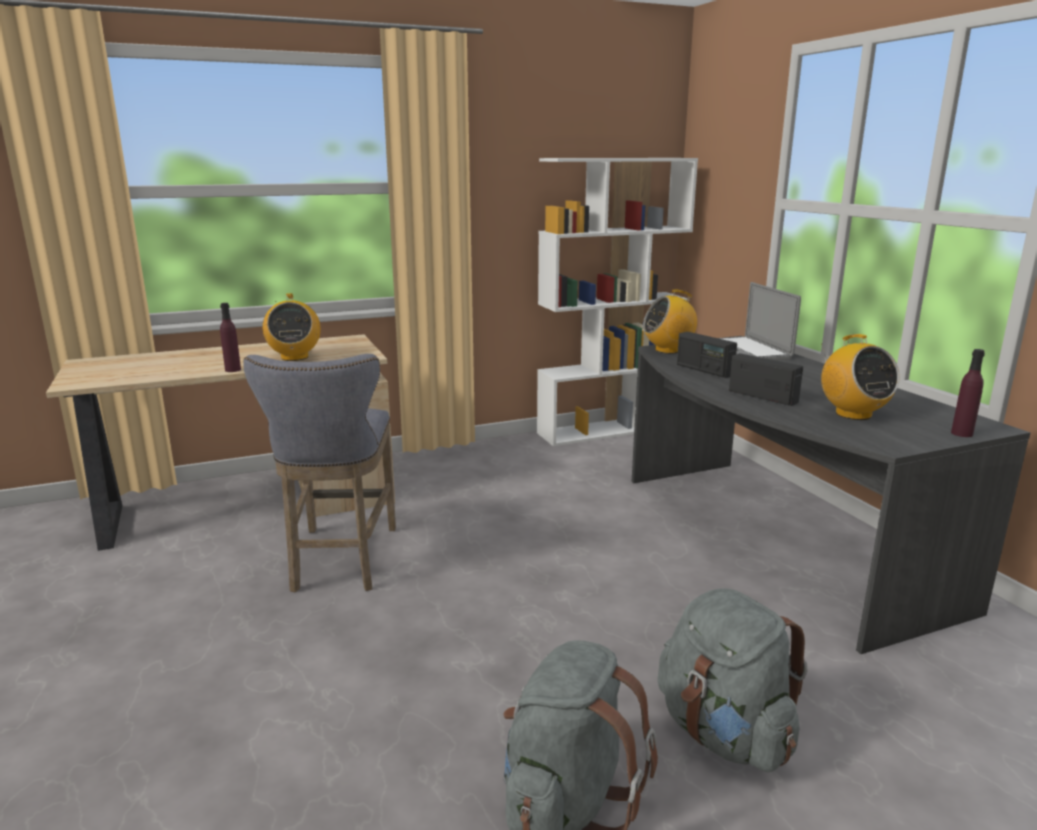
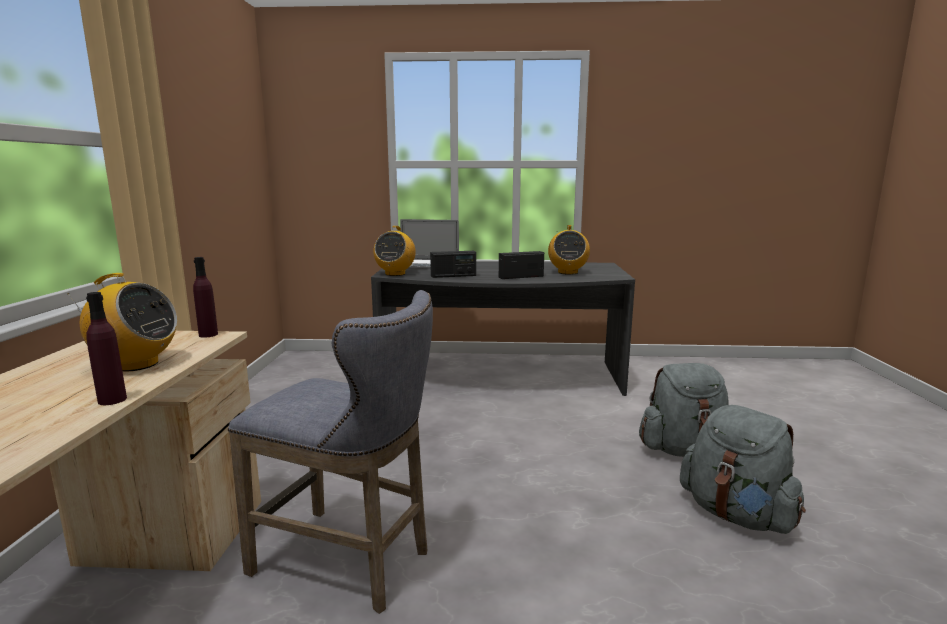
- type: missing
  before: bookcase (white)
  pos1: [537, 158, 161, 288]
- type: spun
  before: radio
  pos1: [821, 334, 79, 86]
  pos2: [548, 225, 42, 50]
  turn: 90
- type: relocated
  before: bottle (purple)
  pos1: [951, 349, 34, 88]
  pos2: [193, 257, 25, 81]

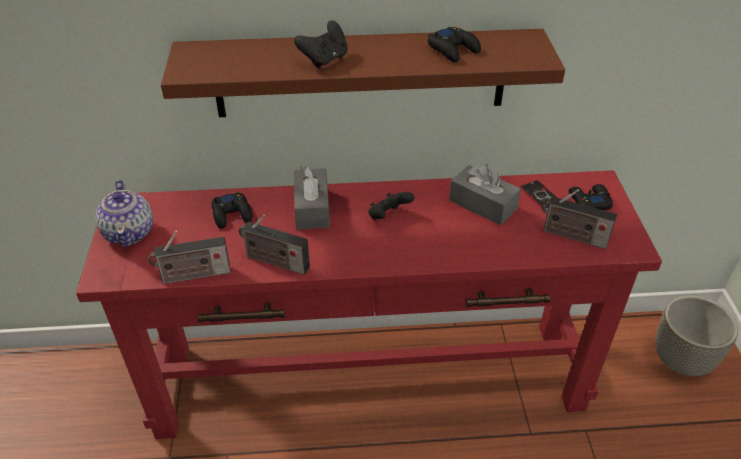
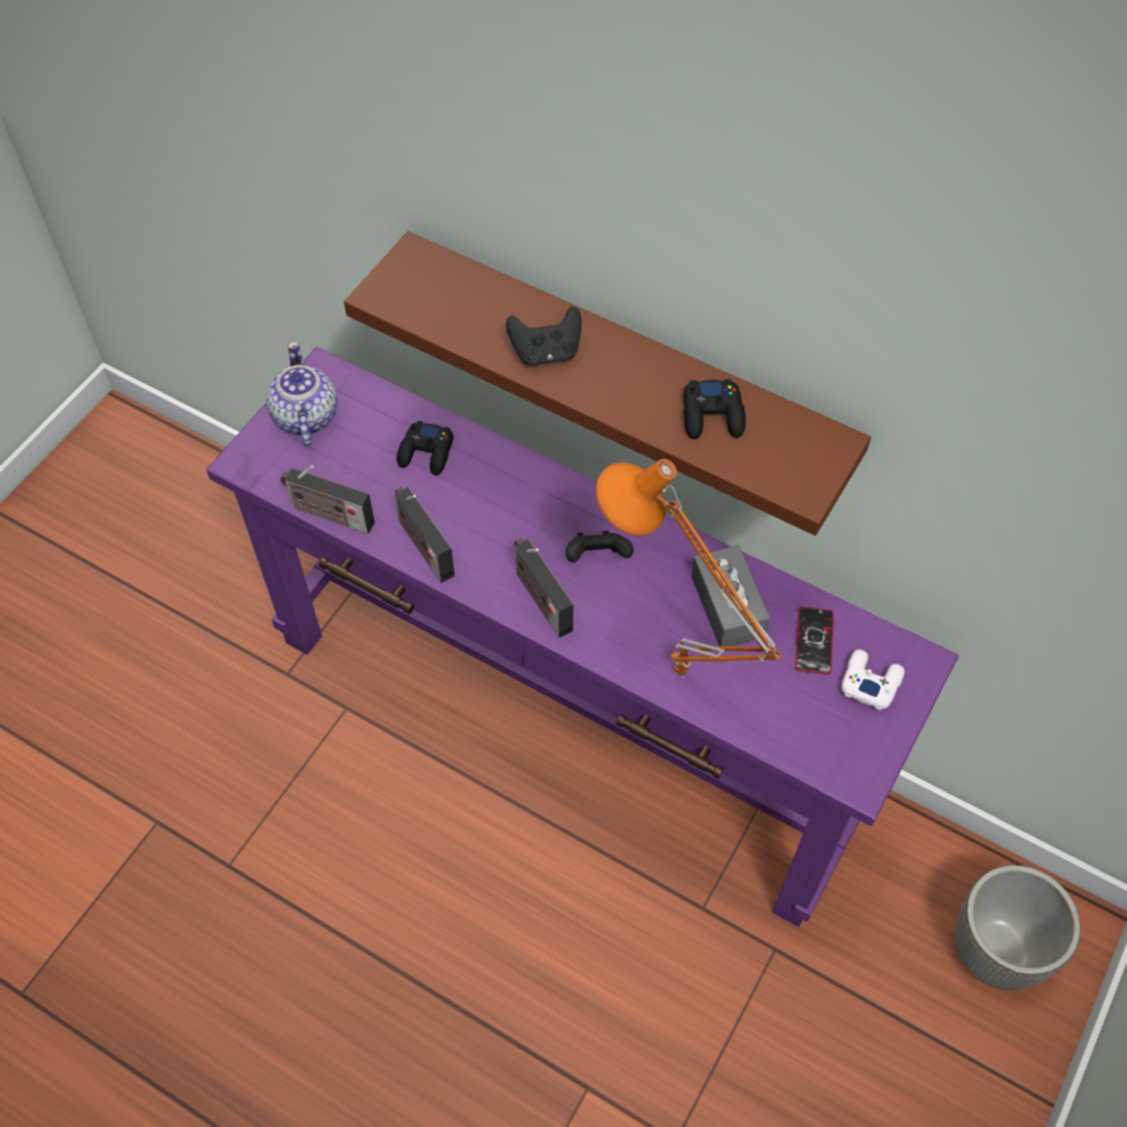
- type: missing
  before: tissue box (grey)
  pos1: [294, 165, 36, 65]
- type: colour
  before: console table (red)
  after: console table (purple)
  pos1: [76, 170, 586, 269]
  pos2: [206, 347, 753, 580]
- type: spun
  before: teapot
  pos1: [95, 180, 58, 67]
  pos2: [266, 341, 71, 106]
  turn: 150
- type: colour
  before: game controller (black)
  after: game controller (white)
  pos1: [568, 184, 45, 26]
  pos2: [841, 649, 64, 62]
- type: relocated
  before: radio
  pos1: [542, 189, 75, 60]
  pos2: [514, 538, 59, 100]
- type: appeared
  after: table lamp (orange)
  pos2: [596, 459, 186, 219]

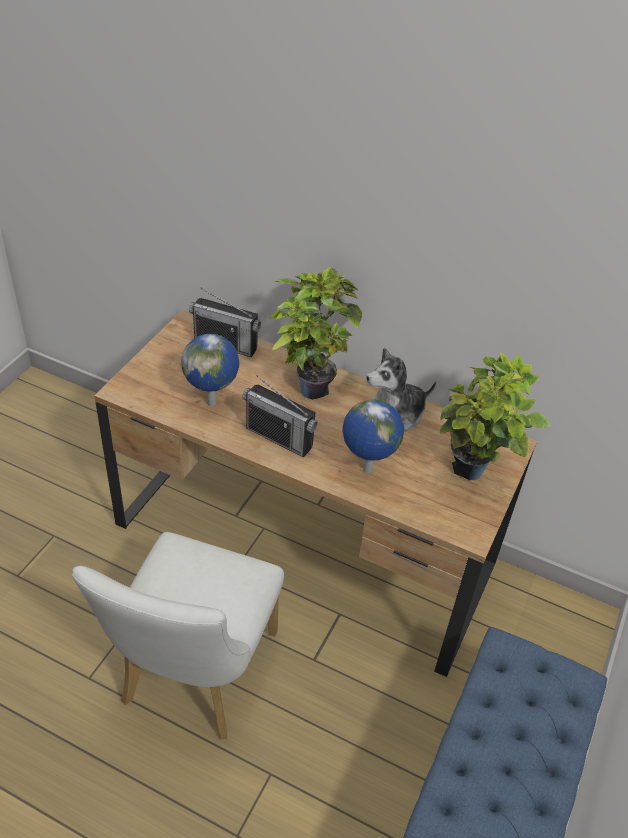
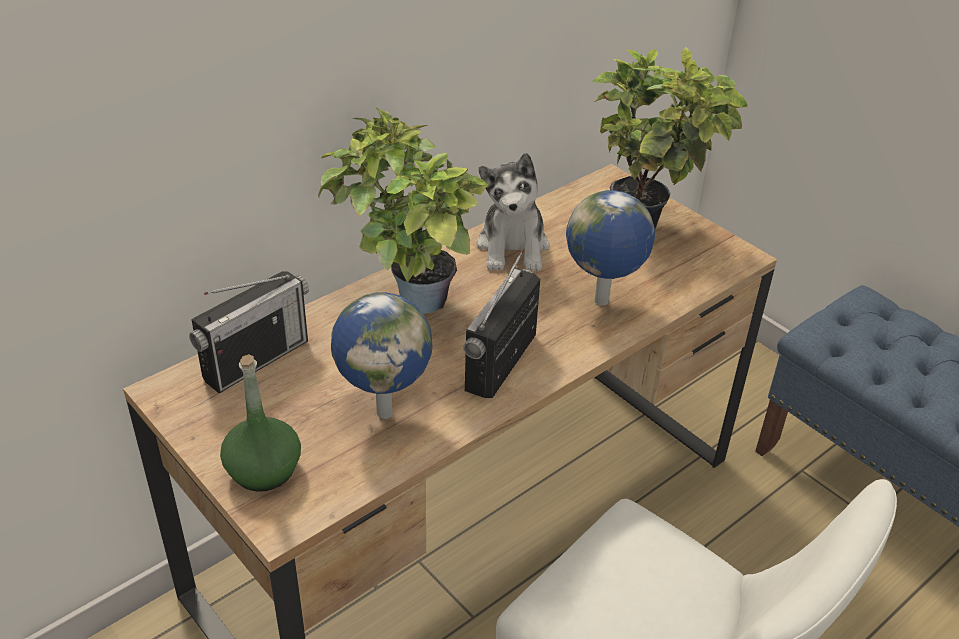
- type: spun
  before: radio
  pos1: [242, 376, 76, 81]
  pos2: [463, 249, 77, 149]
  turn: 150
- type: appeared
  after: bottle (green)
  pos2: [220, 354, 81, 138]

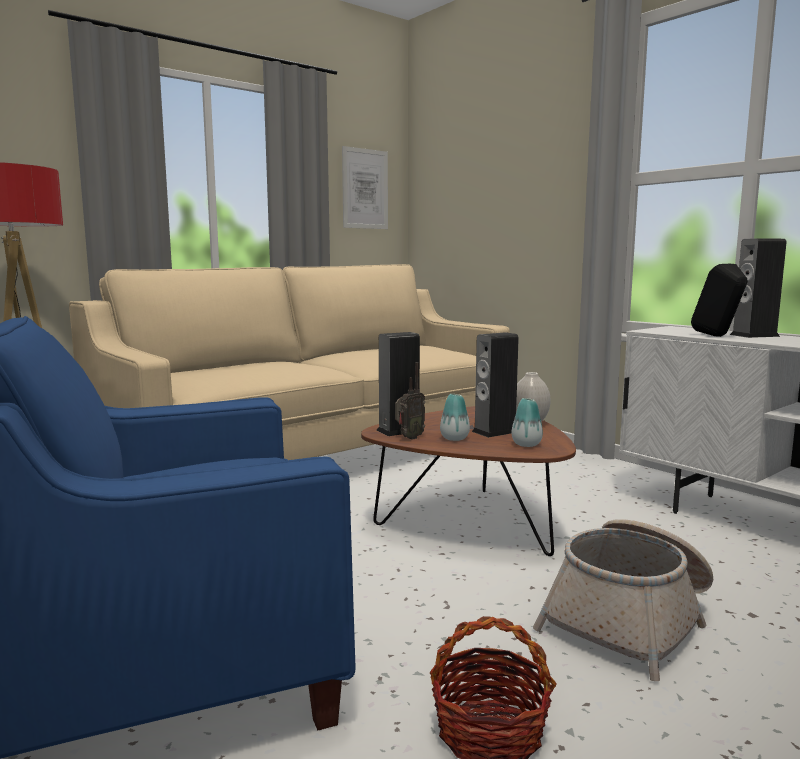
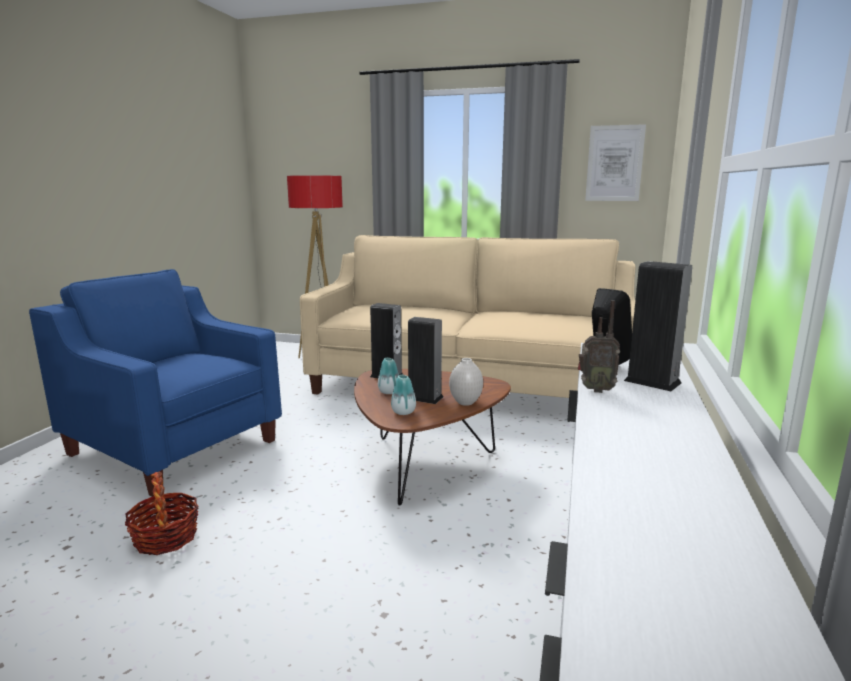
- type: relocated
  before: radio
  pos1: [395, 362, 30, 78]
  pos2: [578, 300, 42, 93]
- type: missing
  before: basket
  pos1: [533, 519, 180, 162]

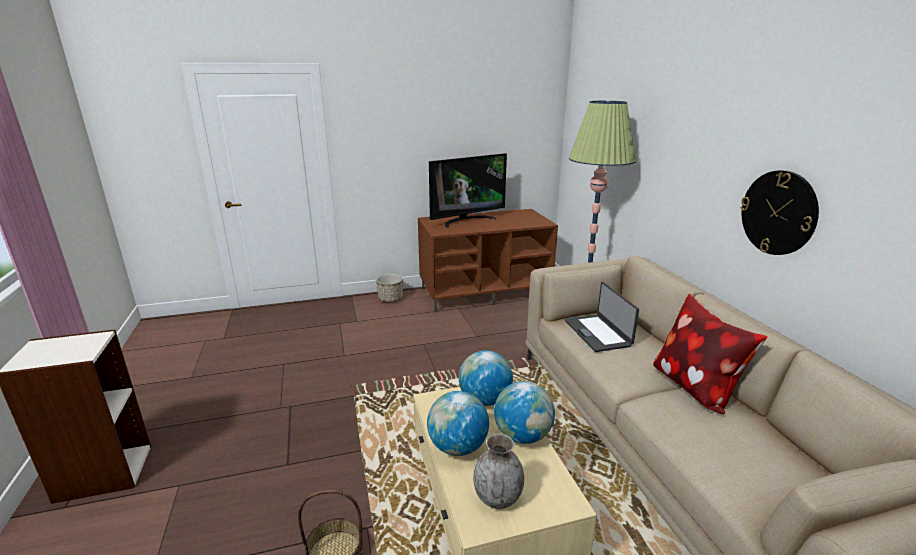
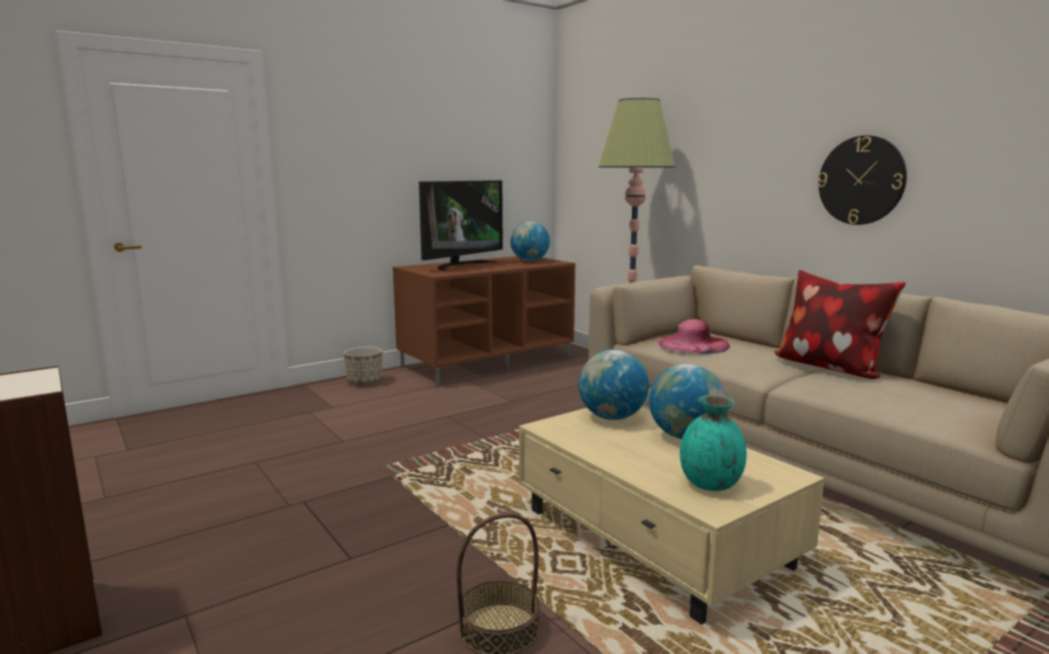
- type: exchanged
  before: laptop
  after: hat (pink)
  pos1: [565, 282, 74, 70]
  pos2: [658, 319, 72, 35]
- type: relocated
  before: globe
  pos1: [427, 391, 62, 65]
  pos2: [511, 221, 39, 40]
- type: colour
  before: vase (grey)
  after: vase (turquoise)
  pos1: [473, 434, 51, 75]
  pos2: [680, 395, 67, 96]

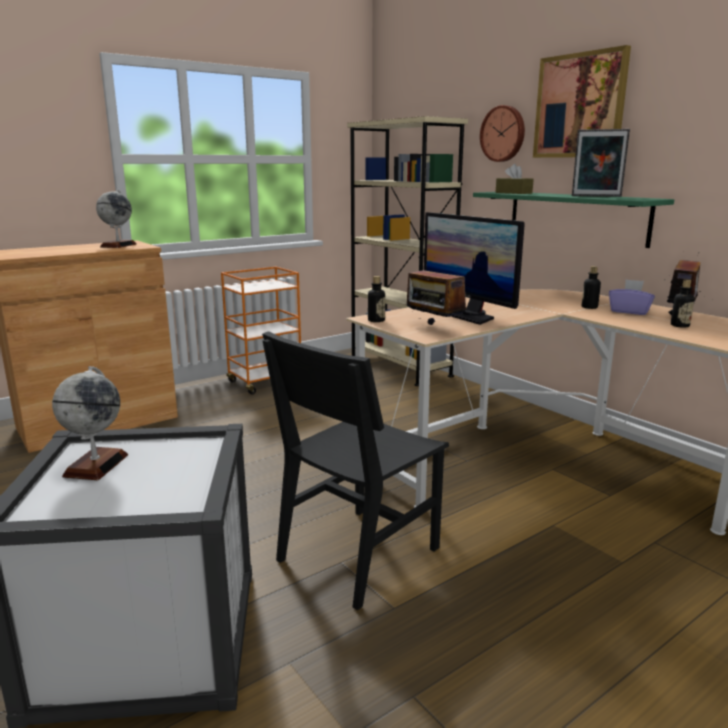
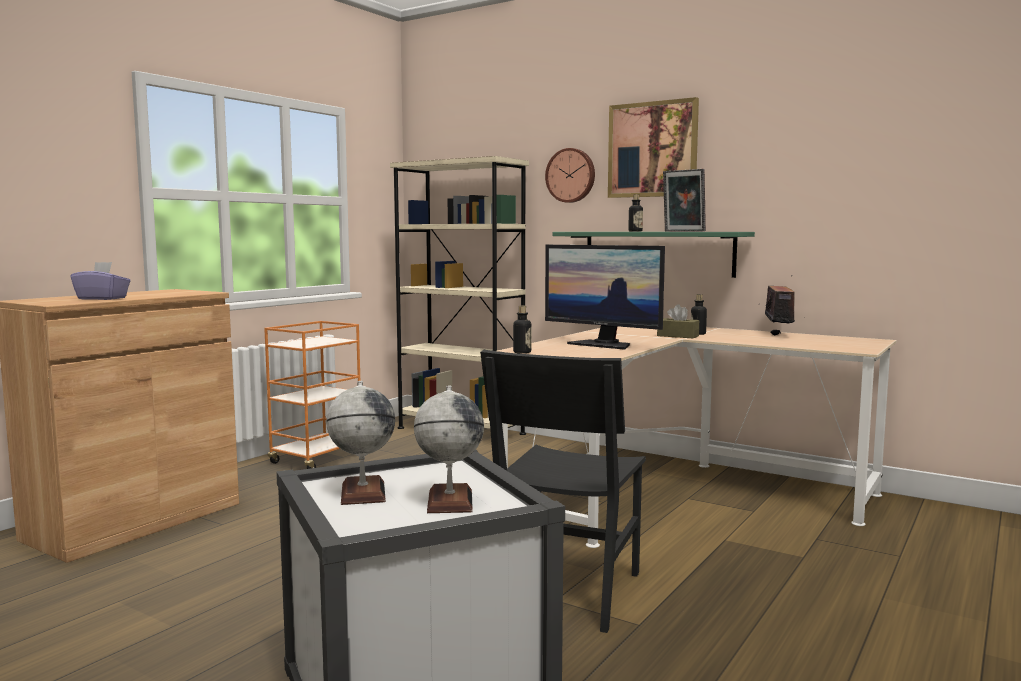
- type: spun
  before: picture frame
  pos1: [572, 129, 58, 68]
  pos2: [663, 169, 43, 62]
  turn: 45
- type: relocated
  before: tissue box (brown)
  pos1: [496, 164, 38, 30]
  pos2: [657, 304, 42, 34]
- type: relocated
  before: globe
  pos1: [96, 189, 41, 59]
  pos2: [414, 385, 70, 128]
- type: missing
  before: radio
  pos1: [407, 257, 60, 68]
- type: relocated
  before: tissue box (purple)
  pos1: [609, 279, 46, 36]
  pos2: [70, 262, 61, 38]
- type: relocated
  before: bottle
  pos1: [671, 280, 23, 48]
  pos2: [628, 194, 15, 37]

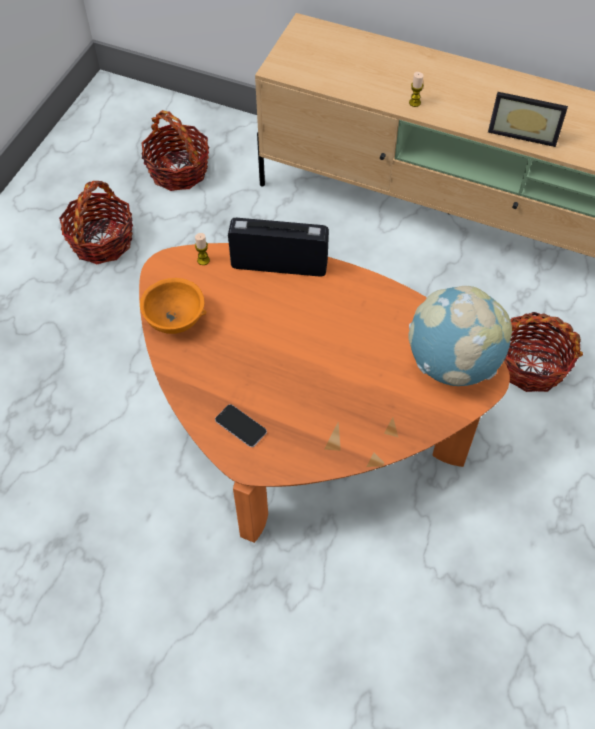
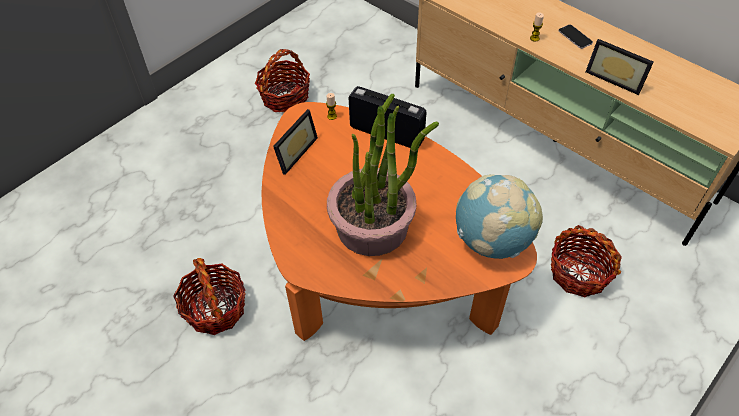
- type: relocated
  before: basket
  pos1: [141, 110, 68, 81]
  pos2: [173, 258, 73, 77]
- type: exchanged
  before: bowl (orange)
  after: picture frame
  pos1: [140, 278, 66, 56]
  pos2: [273, 109, 45, 66]
- type: relocated
  before: phone
  pos1: [215, 404, 52, 43]
  pos2: [558, 24, 35, 25]
- type: appeared
  after: potted plant
  pos2: [327, 94, 112, 162]

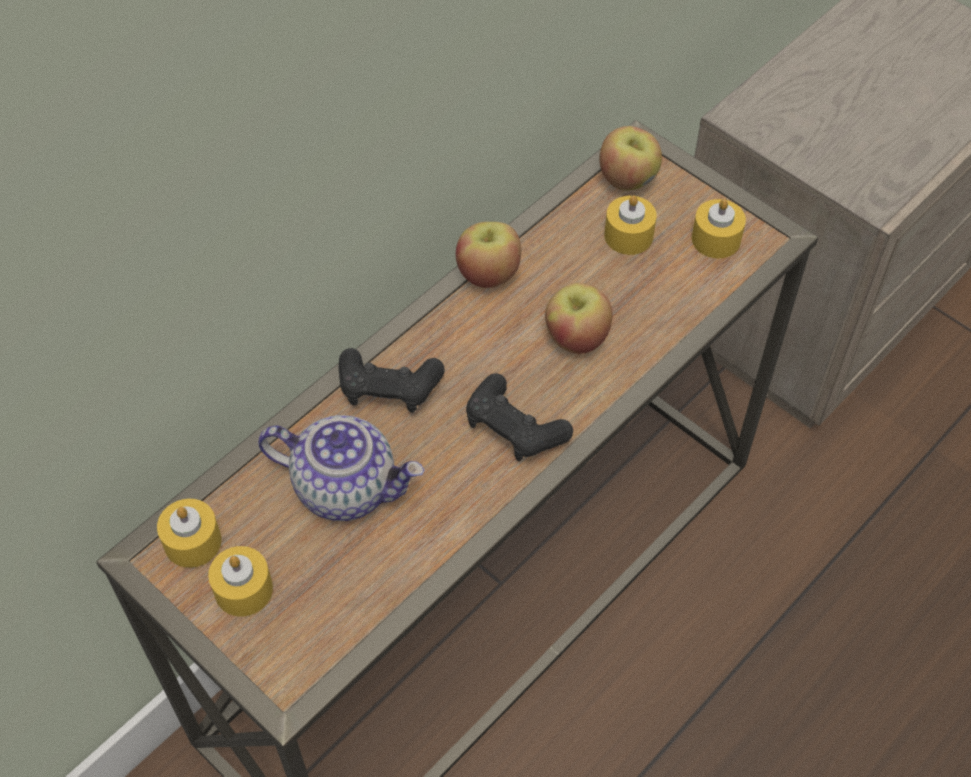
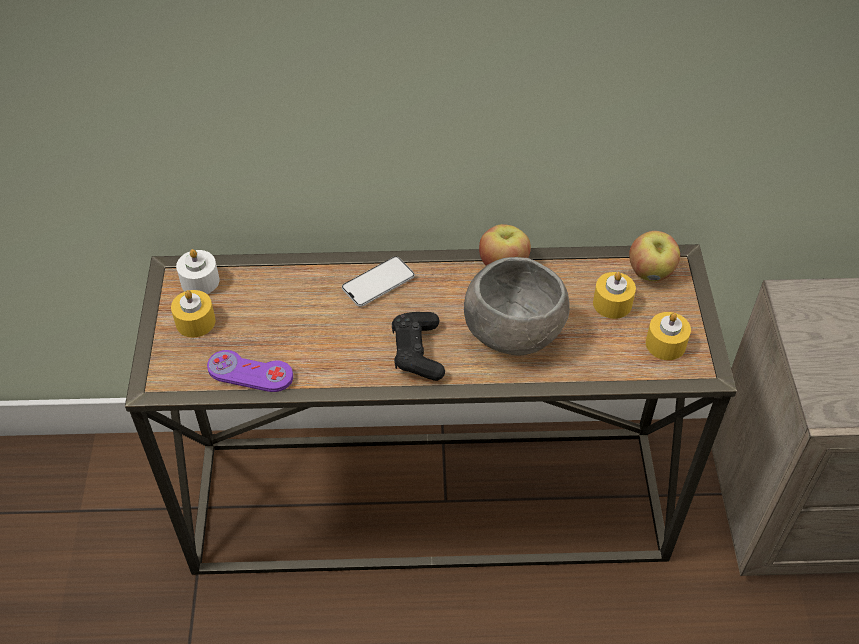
- type: exchanged
  before: apple
  after: bowl (grey)
  pos1: [545, 283, 68, 71]
  pos2: [464, 257, 106, 99]
- type: exchanged
  before: game controller (black)
  after: phone
  pos1: [339, 348, 106, 65]
  pos2: [342, 256, 73, 51]
- type: missing
  before: teapot
  pos1: [258, 415, 166, 106]
- type: colour
  before: candle (yellow)
  after: candle (white)
  pos1: [157, 499, 64, 69]
  pos2: [176, 249, 43, 45]
- type: appeared
  after: game controller (purple)
  pos2: [207, 350, 86, 42]

